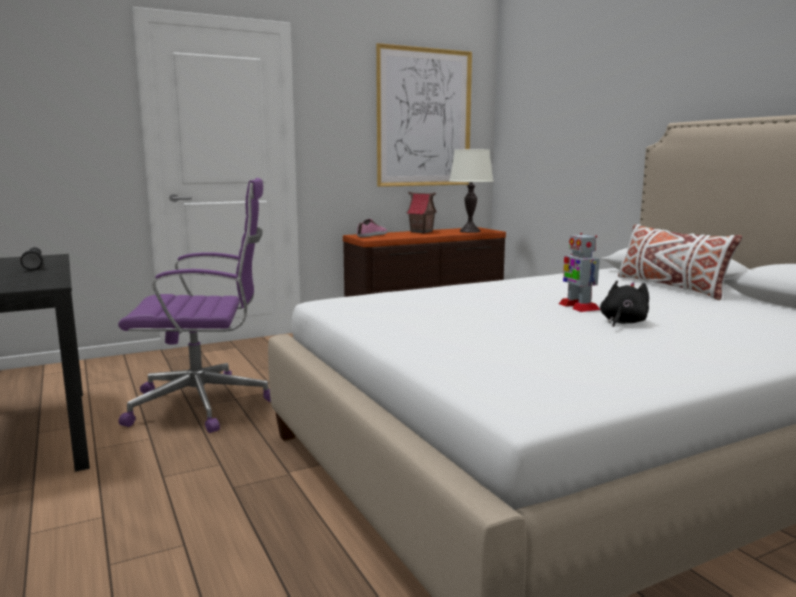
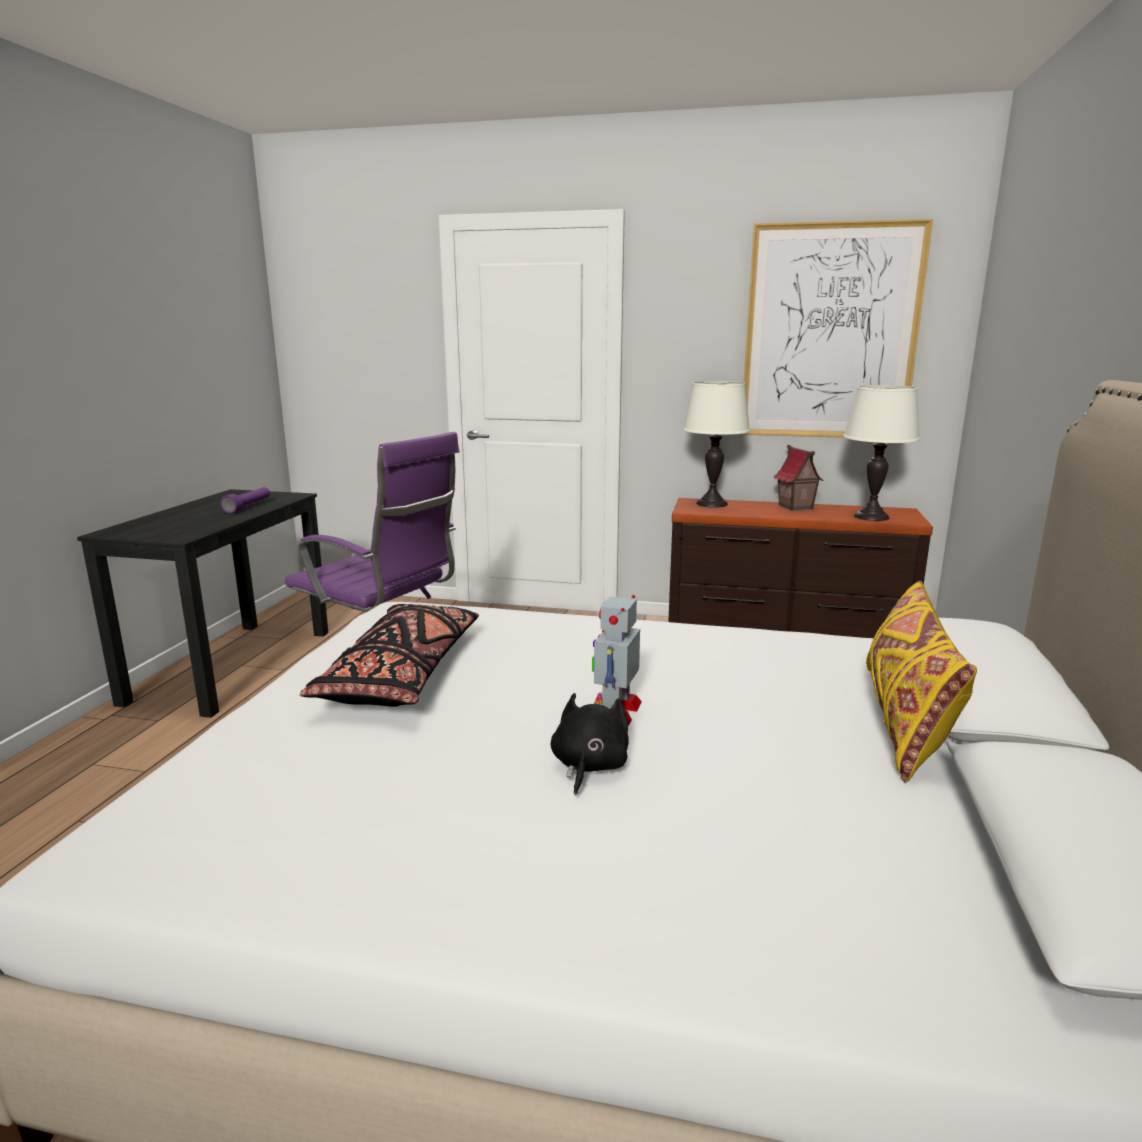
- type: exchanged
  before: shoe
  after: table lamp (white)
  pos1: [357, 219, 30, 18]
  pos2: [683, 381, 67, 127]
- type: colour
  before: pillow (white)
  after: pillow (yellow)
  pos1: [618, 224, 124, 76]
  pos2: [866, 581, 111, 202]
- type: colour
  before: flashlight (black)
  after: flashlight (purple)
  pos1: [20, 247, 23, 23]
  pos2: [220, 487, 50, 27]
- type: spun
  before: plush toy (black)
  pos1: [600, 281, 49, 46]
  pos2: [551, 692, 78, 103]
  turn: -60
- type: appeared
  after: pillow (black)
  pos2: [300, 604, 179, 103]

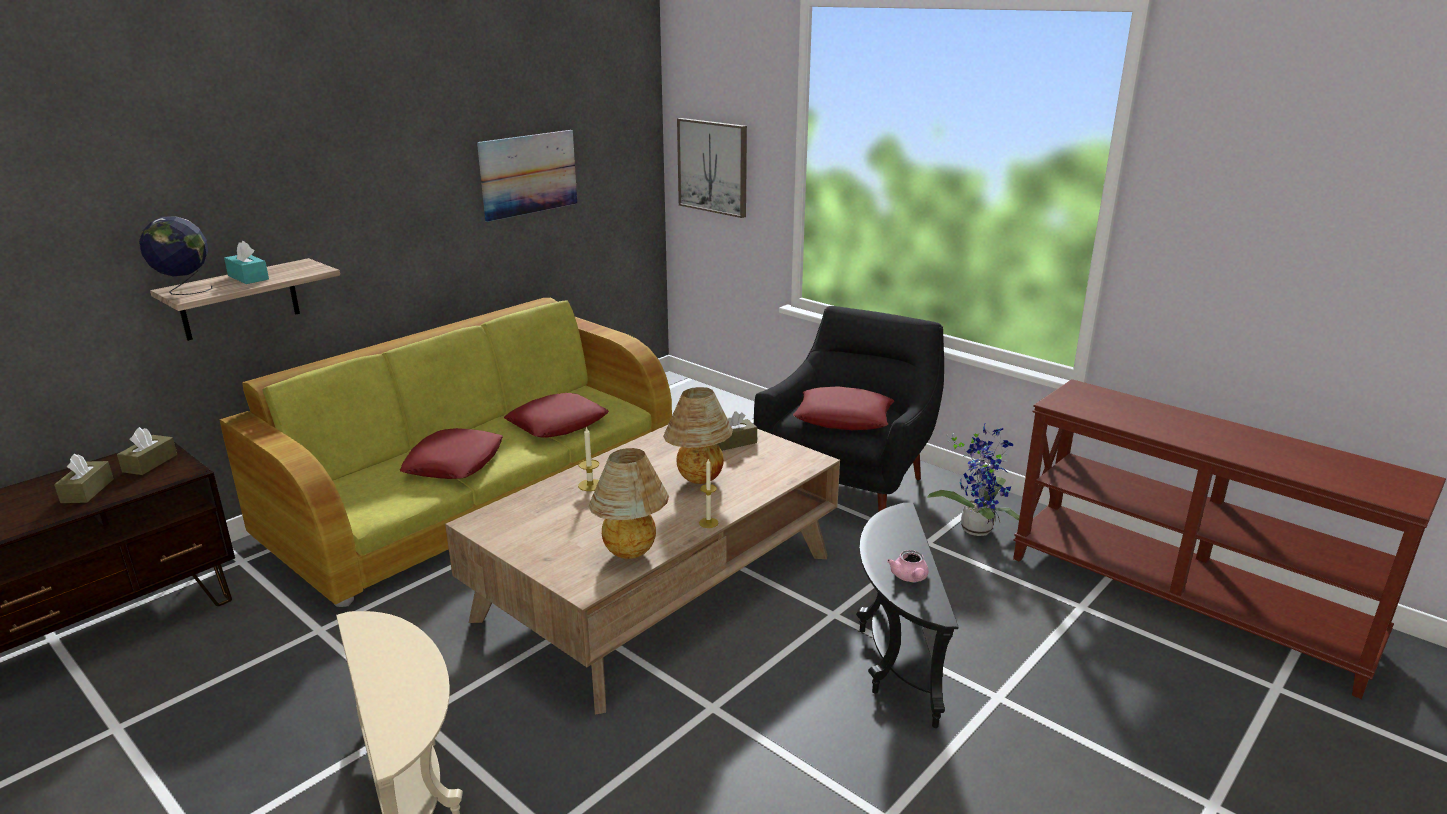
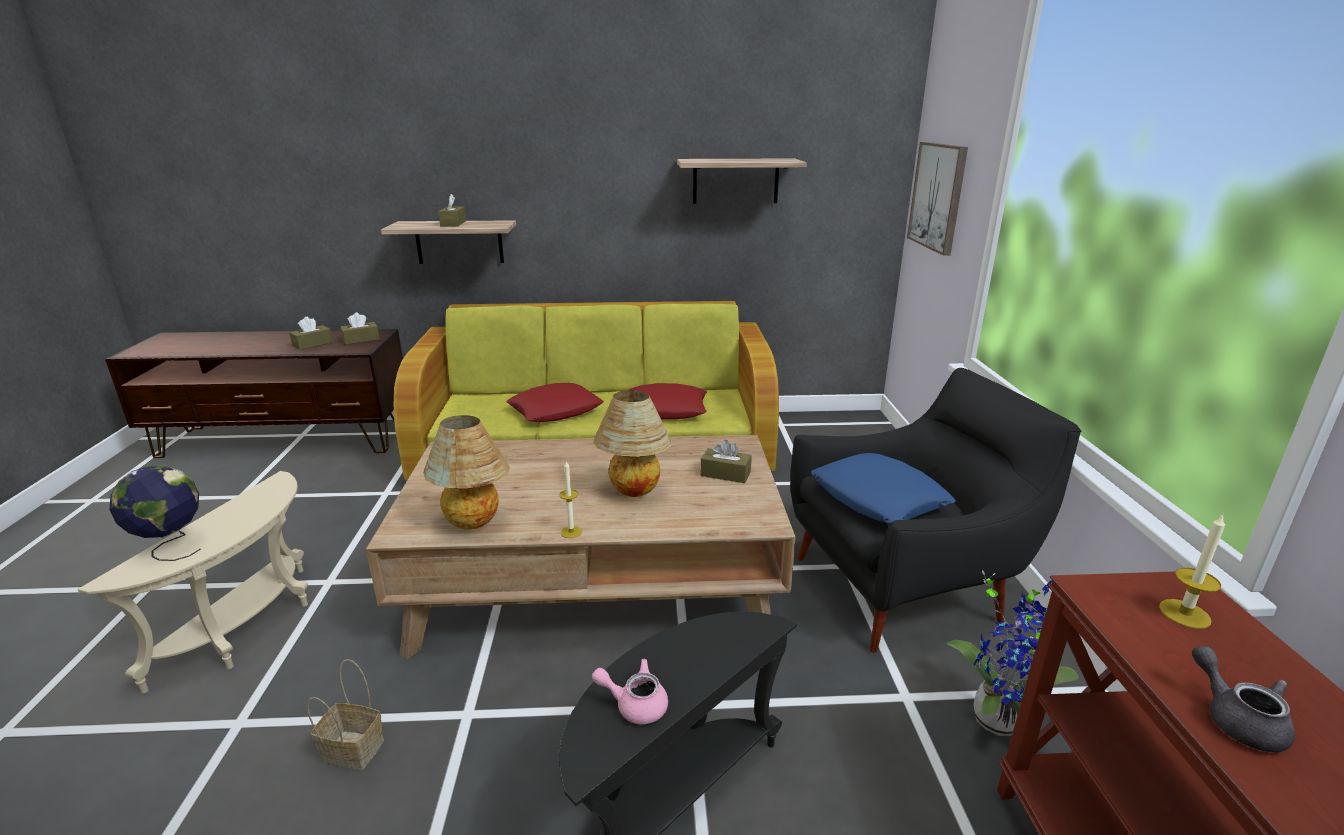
- type: exchanged
  before: picture
  after: shelf
  pos1: [477, 130, 100, 92]
  pos2: [677, 159, 130, 45]
- type: relocated
  before: globe
  pos1: [139, 216, 74, 79]
  pos2: [110, 466, 91, 95]
- type: colour
  before: tissue box (turquoise)
  after: tissue box (brown)
  pos1: [224, 241, 45, 43]
  pos2: [438, 194, 28, 32]
- type: colour
  before: pillow (red)
  after: pillow (blue)
  pos1: [793, 386, 101, 44]
  pos2: [811, 453, 145, 71]
- type: relocated
  before: candle
  pos1: [578, 426, 21, 65]
  pos2: [1159, 513, 66, 116]
- type: spun
  before: teapot (pink)
  pos1: [887, 550, 42, 32]
  pos2: [592, 659, 76, 65]
  turn: 60
- type: appeared
  after: teapot (grey)
  pos2: [1192, 646, 103, 106]
- type: appeared
  after: basket
  pos2: [307, 659, 77, 111]

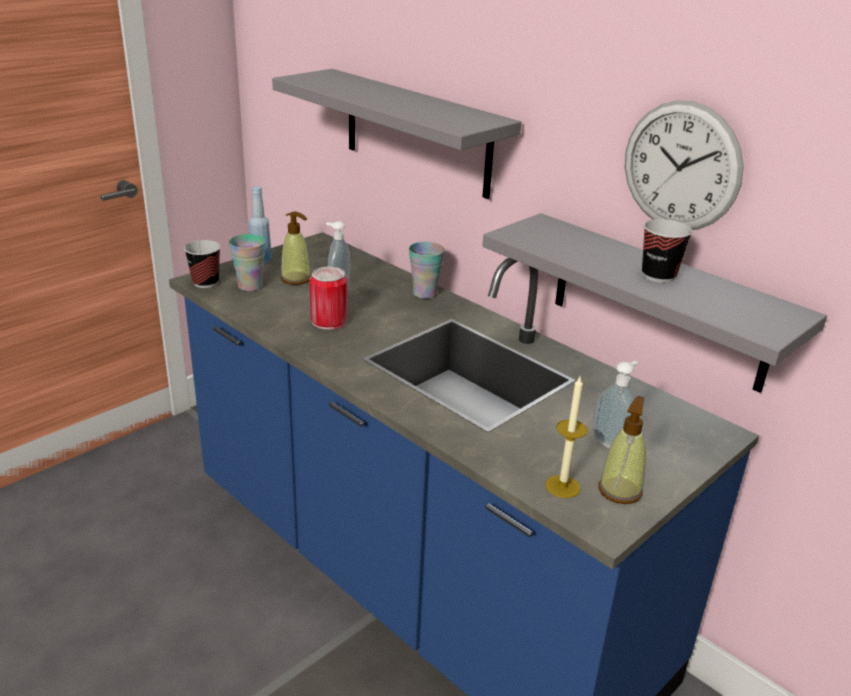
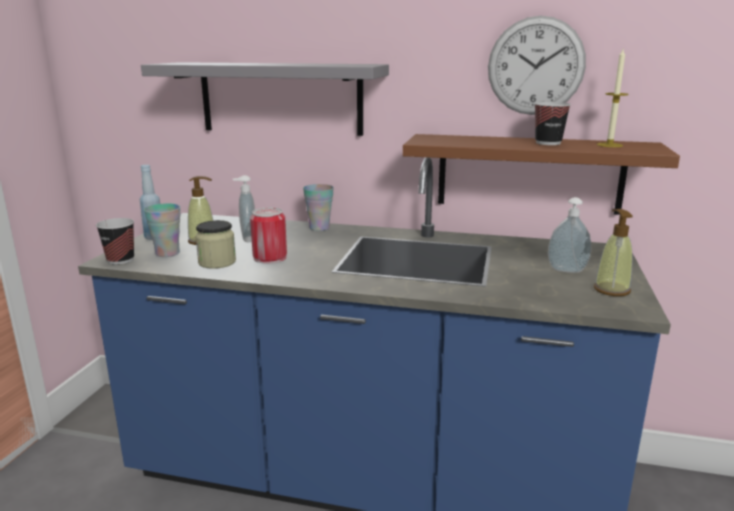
- type: colour
  before: shelf (grey)
  after: shelf (brown)
  pos1: [483, 213, 344, 180]
  pos2: [403, 134, 277, 81]
- type: relocated
  before: candle
  pos1: [545, 377, 43, 121]
  pos2: [597, 49, 32, 98]
- type: appeared
  after: jar
  pos2: [195, 220, 41, 49]

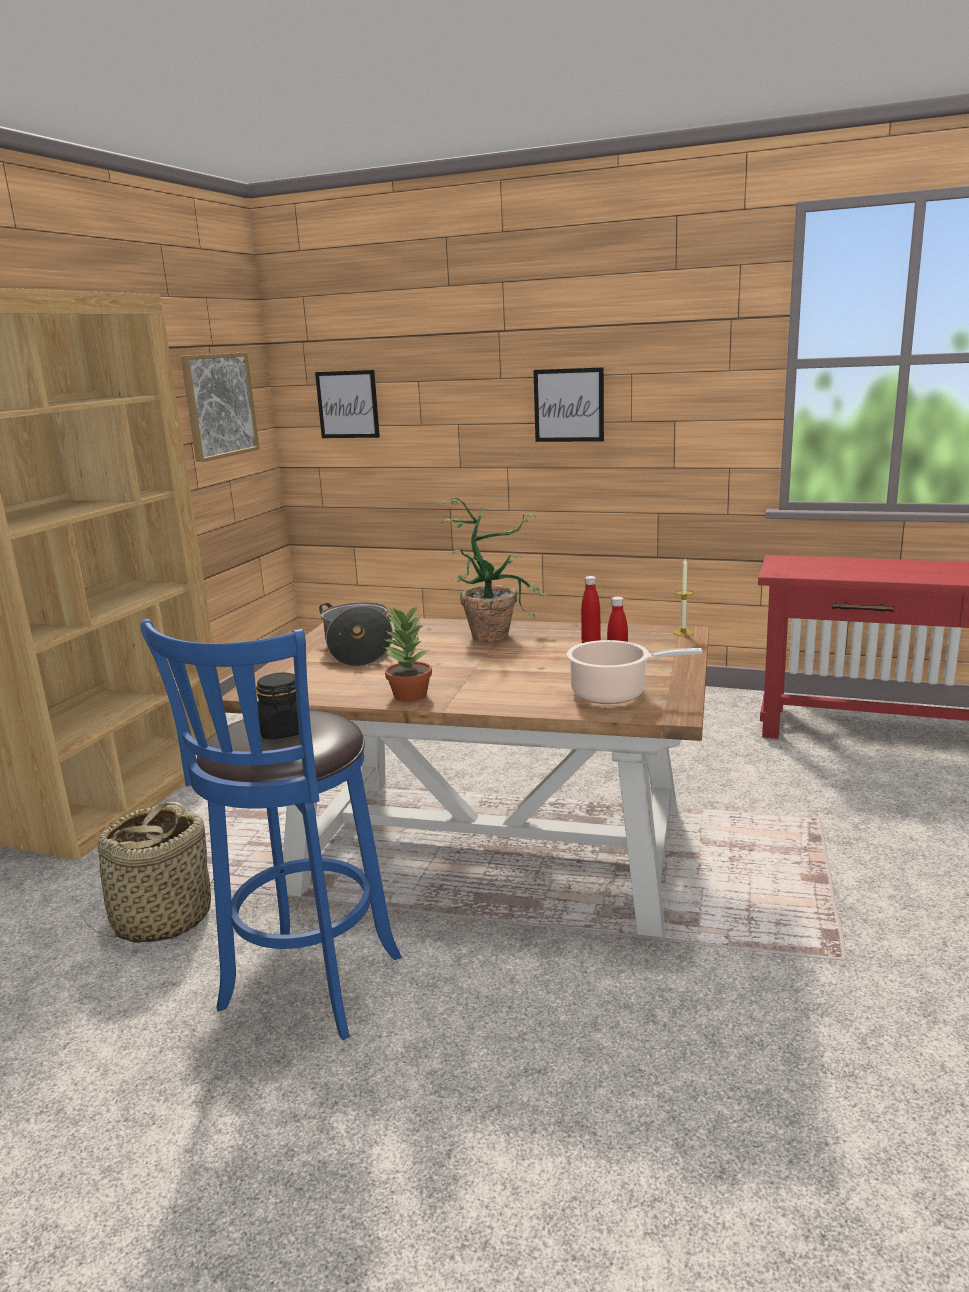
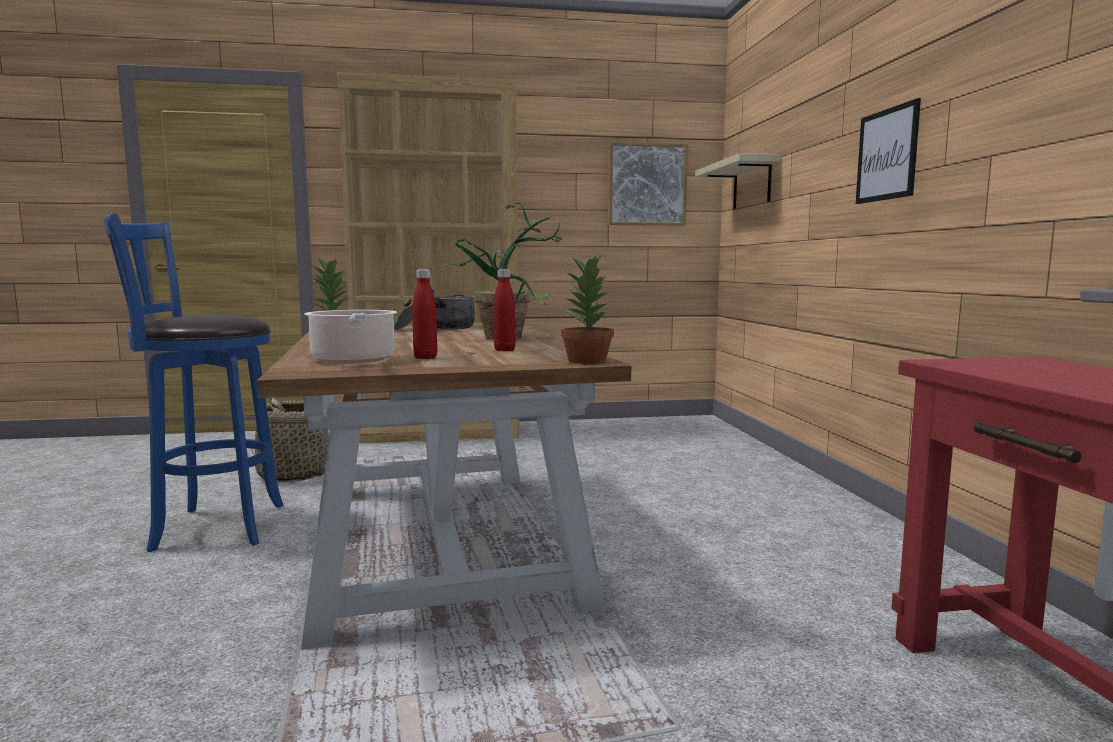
- type: exchanged
  before: picture
  after: shelf (beige)
  pos1: [315, 370, 65, 68]
  pos2: [695, 153, 85, 56]
- type: exchanged
  before: candle
  after: potted plant
  pos1: [673, 559, 21, 77]
  pos2: [561, 253, 53, 111]
- type: missing
  before: jar (black)
  pos1: [256, 672, 43, 67]

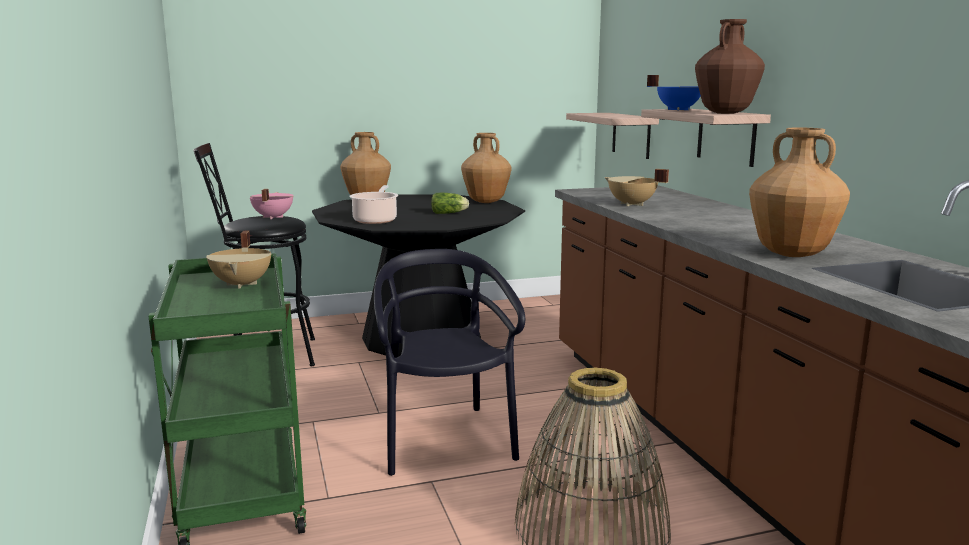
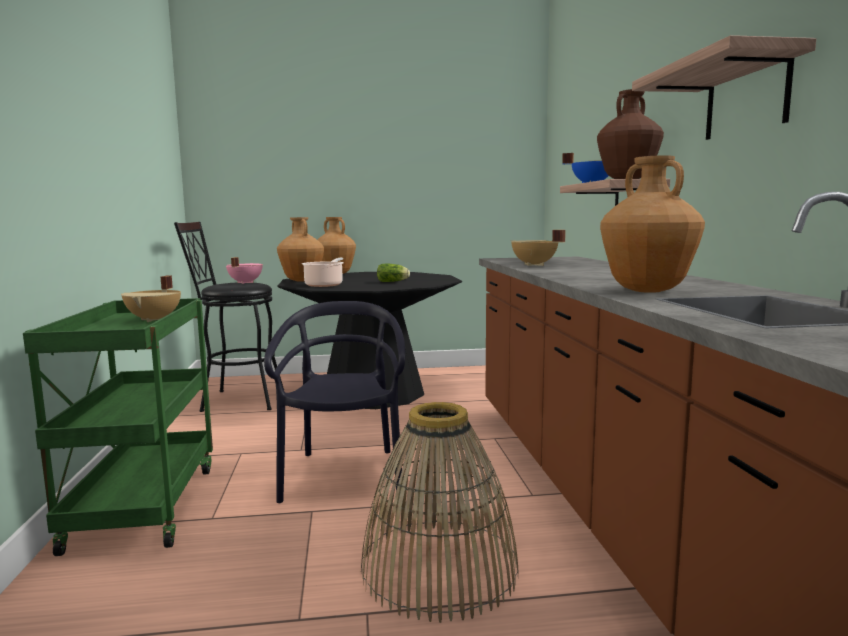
- type: relocated
  before: shelf
  pos1: [566, 113, 93, 46]
  pos2: [632, 35, 184, 105]
- type: relocated
  before: vase (brown)
  pos1: [461, 133, 50, 70]
  pos2: [277, 217, 47, 64]

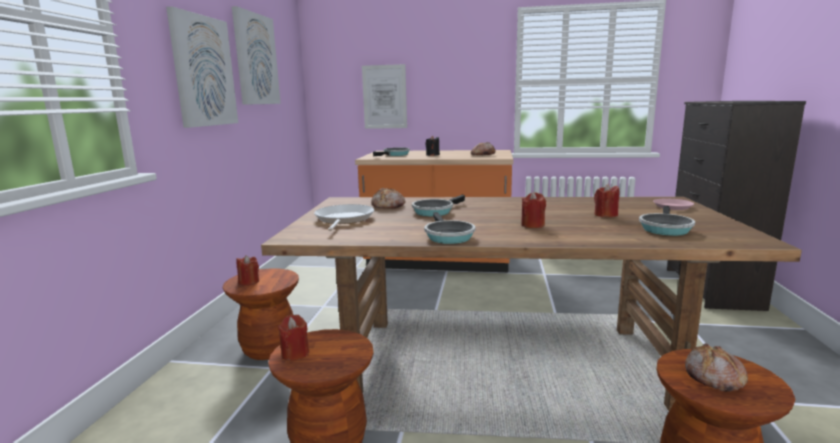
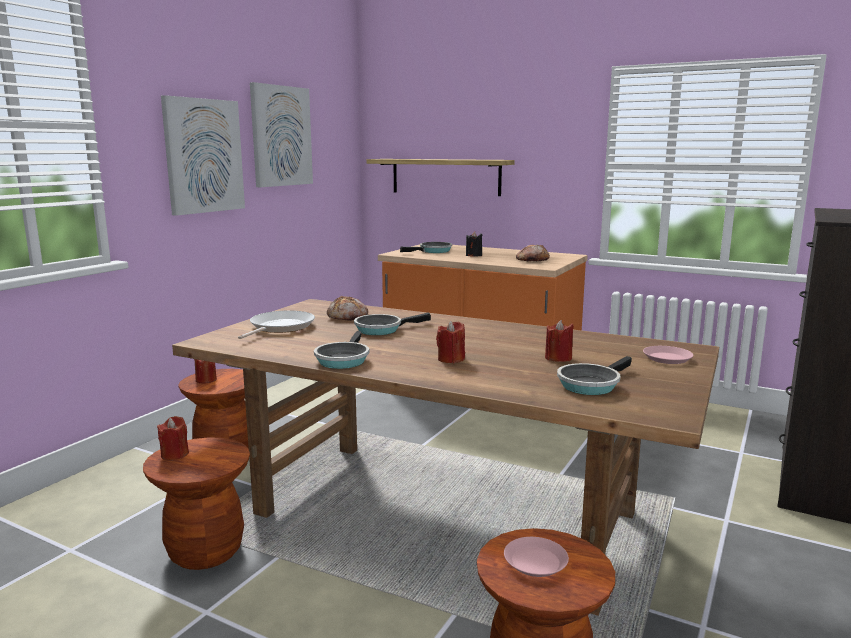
- type: exchanged
  before: picture
  after: shelf
  pos1: [362, 64, 45, 65]
  pos2: [366, 159, 149, 37]
- type: exchanged
  before: bread
  after: plate (pink)
  pos1: [685, 343, 63, 49]
  pos2: [504, 537, 65, 40]

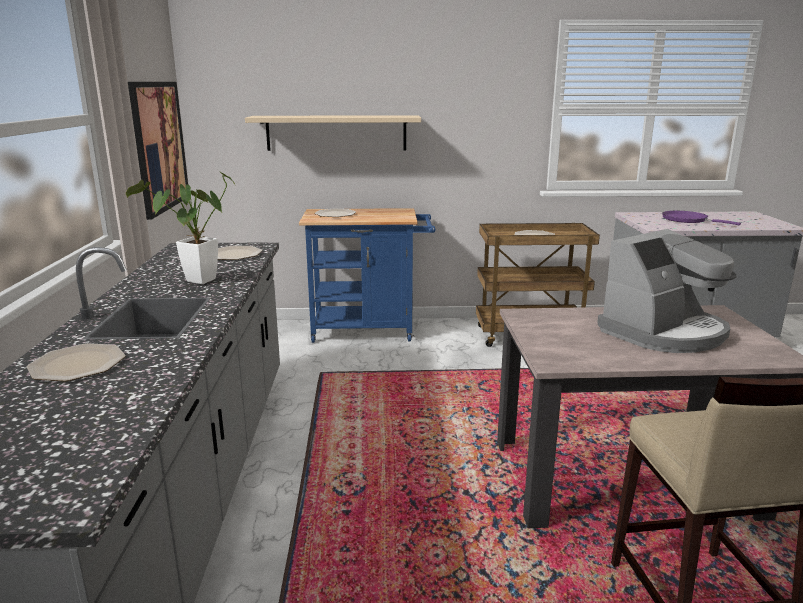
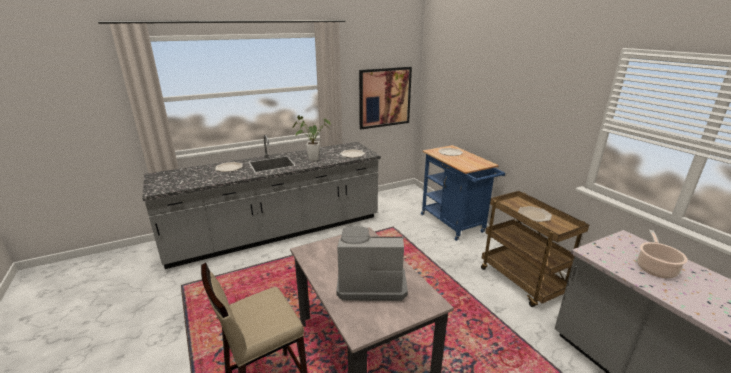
- type: missing
  before: shelf (beige)
  pos1: [245, 115, 176, 36]
- type: exchanged
  before: frying pan (purple)
  after: cooking pot
  pos1: [662, 211, 79, 14]
  pos2: [637, 230, 51, 48]
- type: spun
  before: coffee machine
  pos1: [597, 229, 140, 124]
  pos2: [336, 226, 72, 75]
  turn: 150

